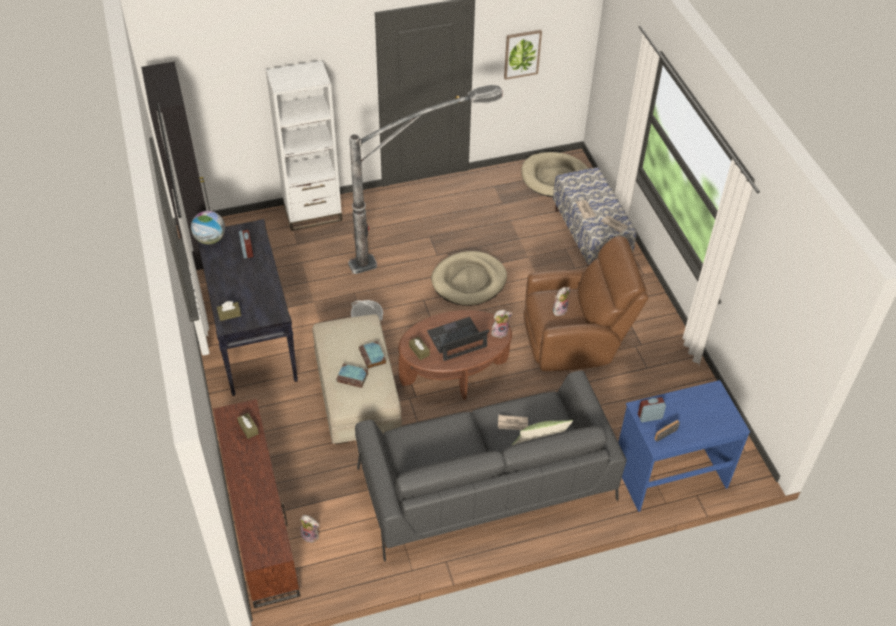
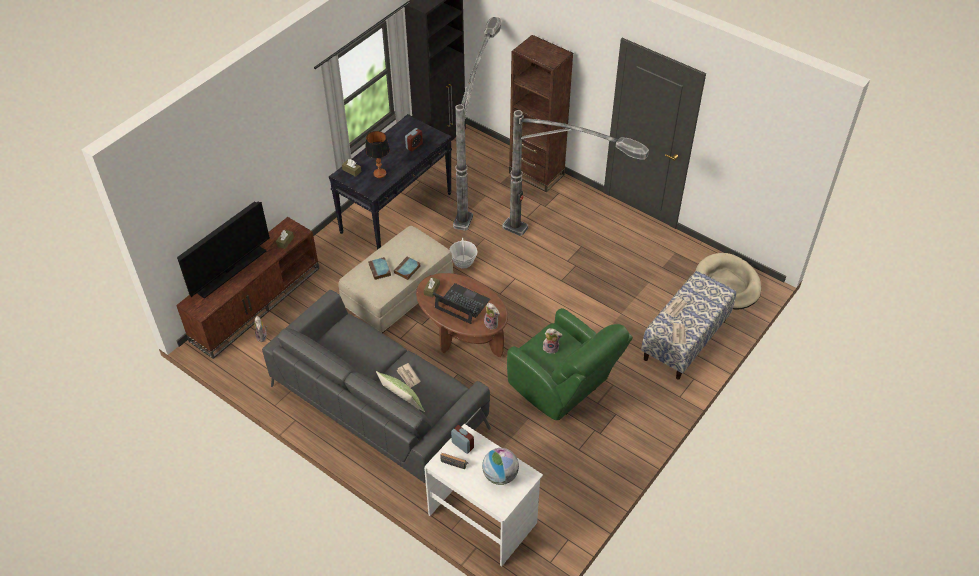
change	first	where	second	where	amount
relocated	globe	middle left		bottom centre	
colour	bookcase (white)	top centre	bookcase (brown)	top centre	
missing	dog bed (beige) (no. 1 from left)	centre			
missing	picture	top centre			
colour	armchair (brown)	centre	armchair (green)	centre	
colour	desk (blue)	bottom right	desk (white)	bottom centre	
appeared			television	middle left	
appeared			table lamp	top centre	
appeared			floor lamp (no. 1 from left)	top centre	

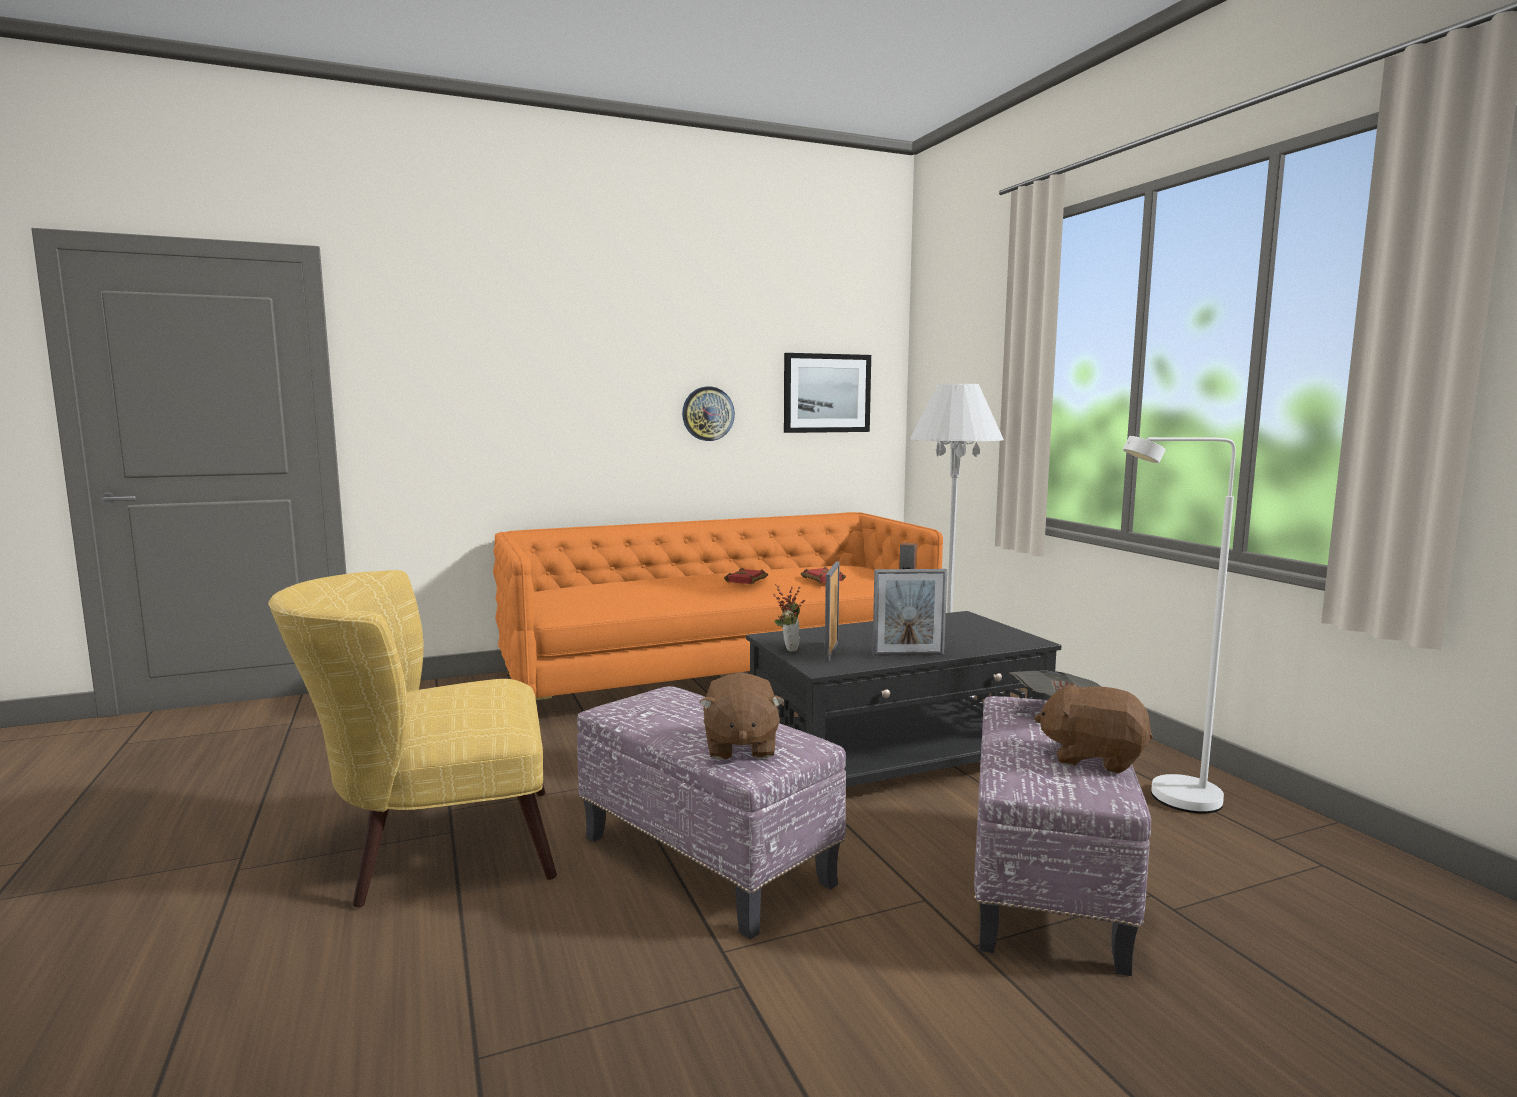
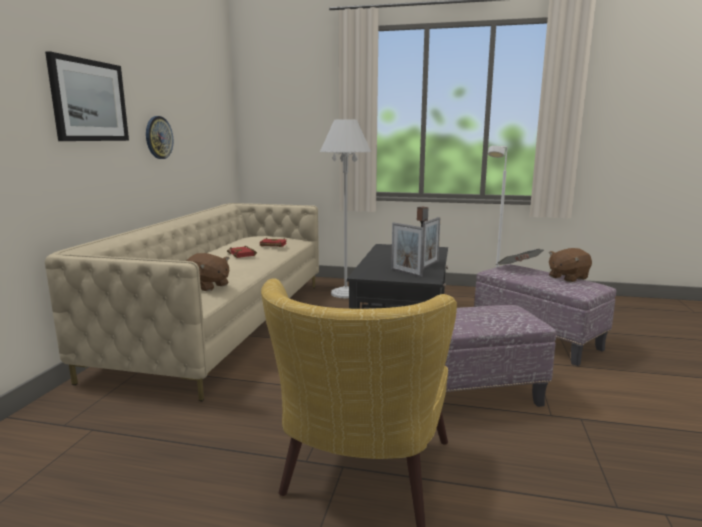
change	first	where	second	where	amount
colour	sofa (orange)	centre	sofa (beige)	middle left	
relocated	plush toy (brown) (no. 1 from left)	centre		middle left	
missing	potted plant	centre			
relocated	picture	centre		top left	

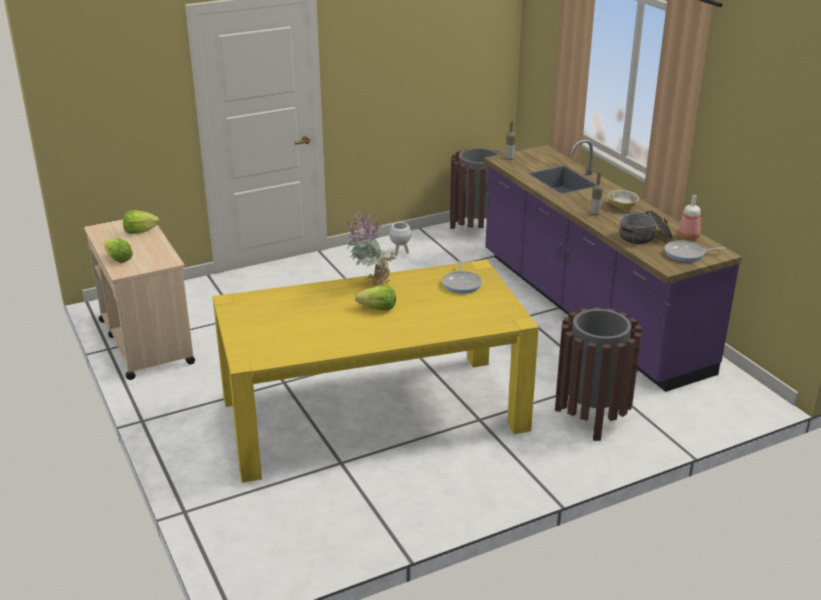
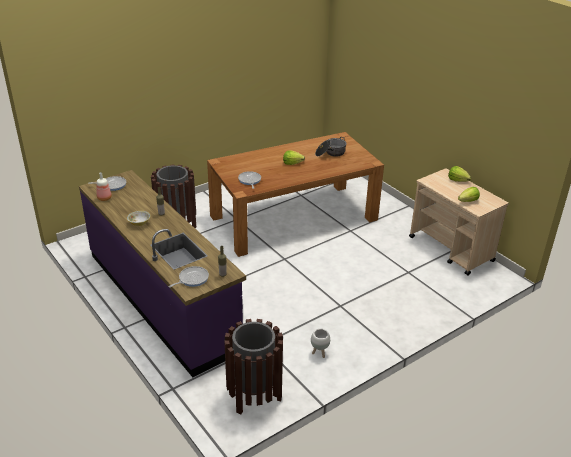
change	first	where	second	where	amount
colour	dining table (yellow)	centre	dining table (brown)	centre	
missing	potted plant	centre			
relocated	cooking pot	middle right		top centre	
appeared			frying pan (no. 2 from left)	middle left	

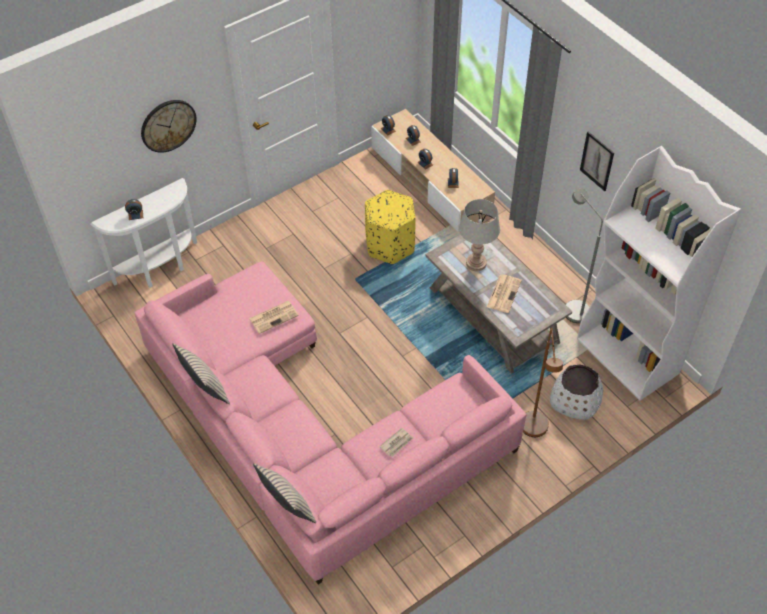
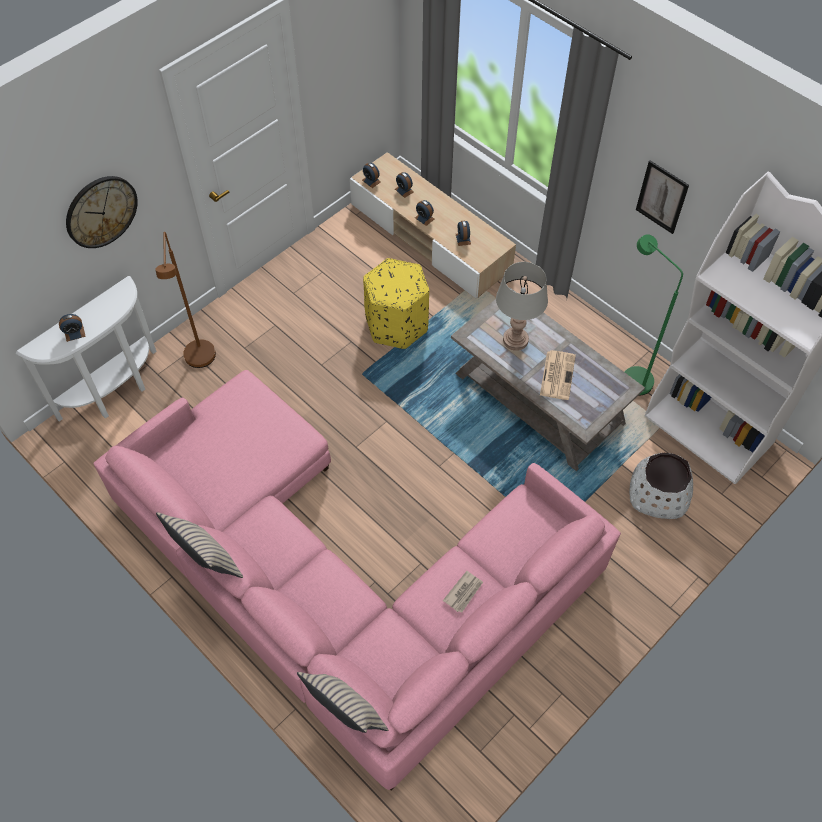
change	first	where	second	where	amount
missing	newspaper (no. 1 from left)	centre			
relocated	floor lamp (brown)	middle right		middle left	
colour	floor lamp (grey)	middle right	floor lamp (green)	middle right	

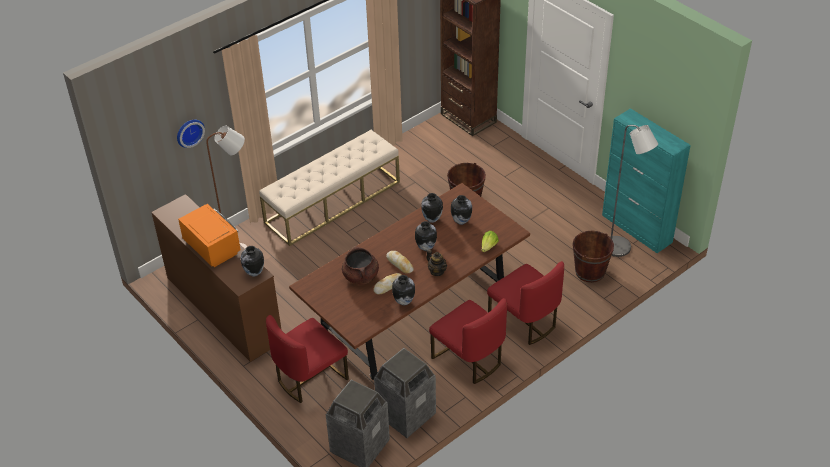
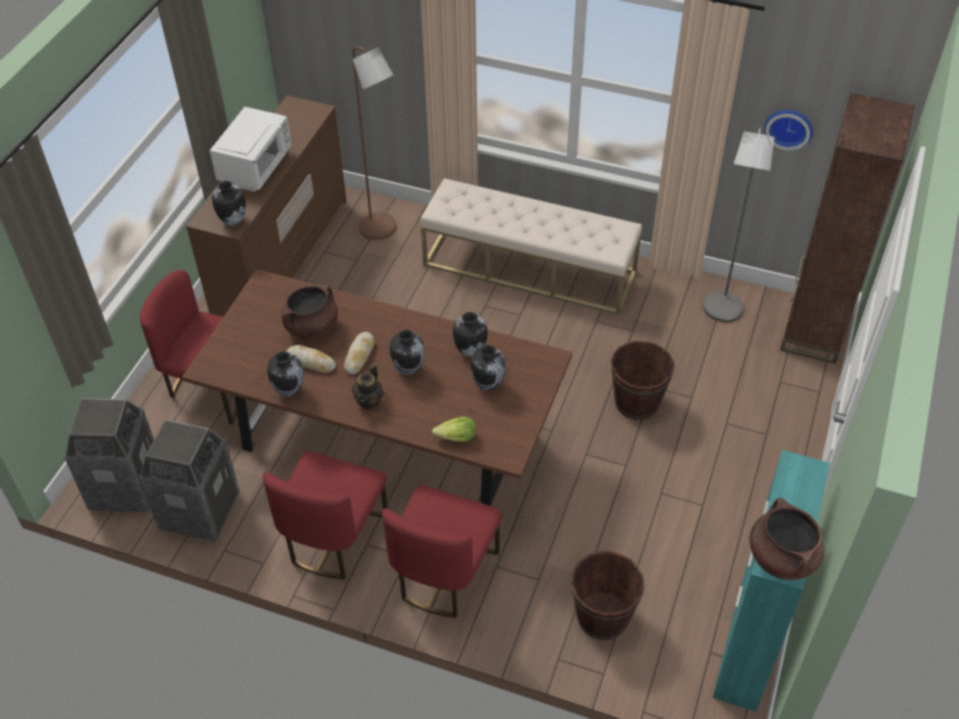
change	first	where	second	where	amount
relocated	wall clock	top left		top right	
colour	microwave (orange)	middle left	microwave (white)	top left	
relocated	floor lamp (grey)	middle right		top right	
appeared			cooking pot (brown) (no. 2 from left)	bottom right	

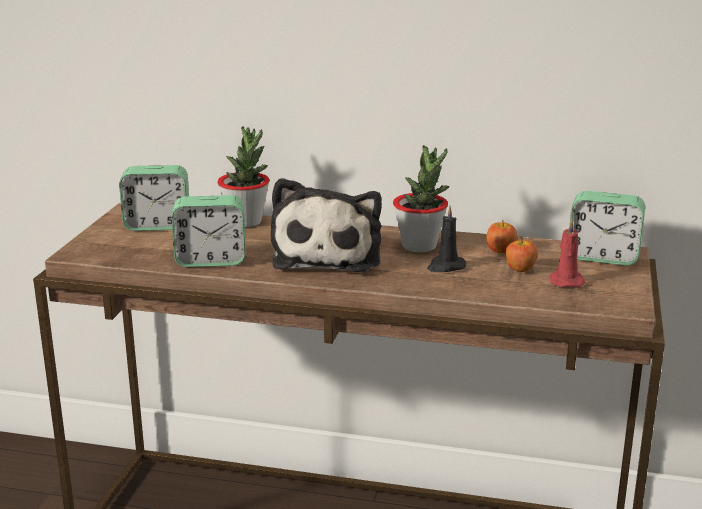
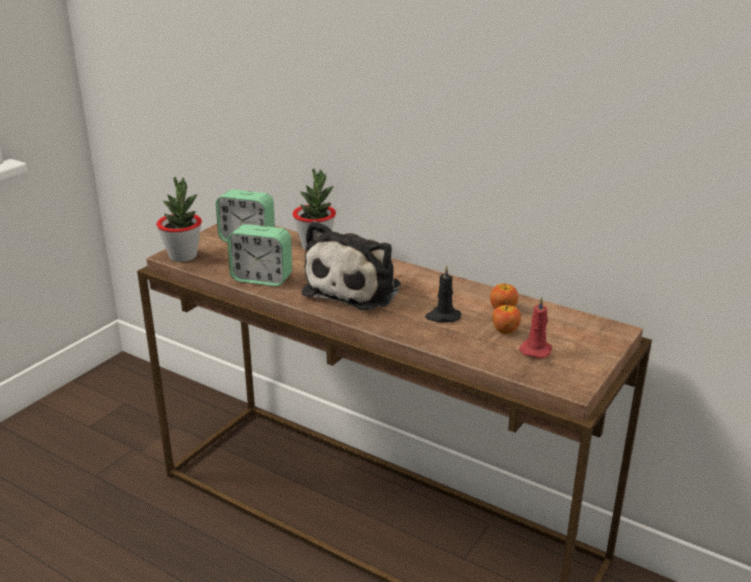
change	first	where	second	where	amount
relocated	potted plant (no. 2 from left in the first image)	centre	potted plant (no. 1 from left)	middle left	
missing	alarm clock (no. 3 from left)	middle right			

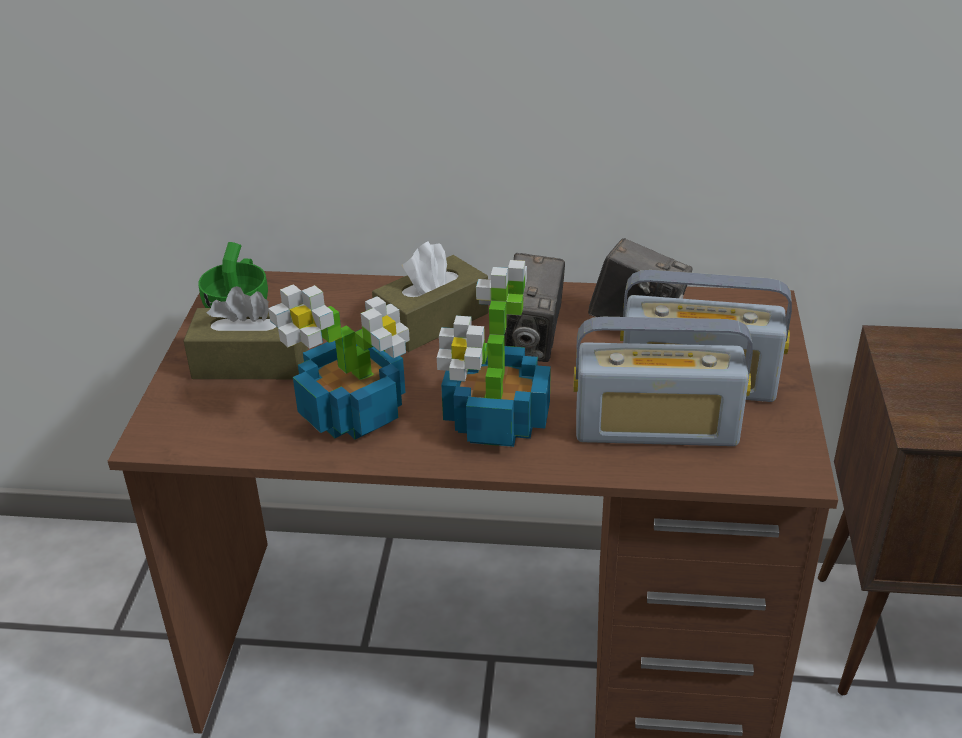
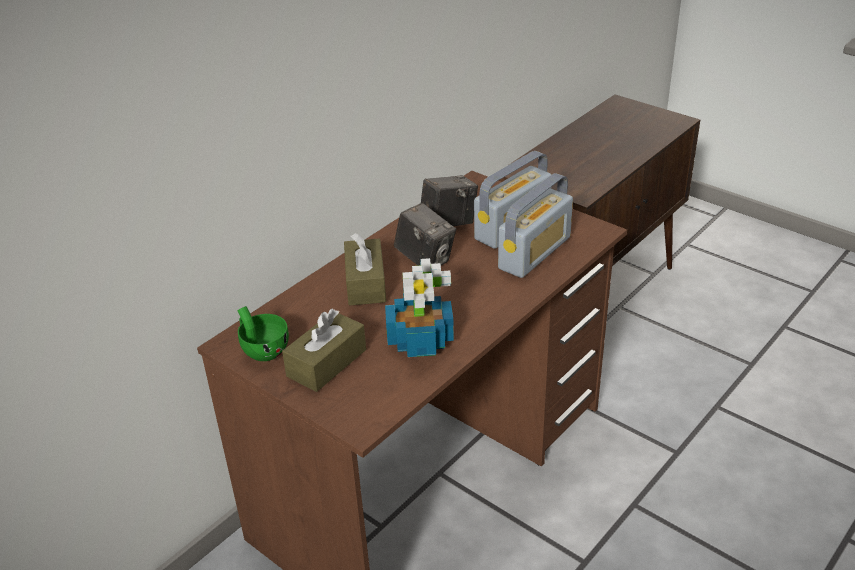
change	first	where	second	where	amount
missing	potted plant (no. 2 from left)	centre			

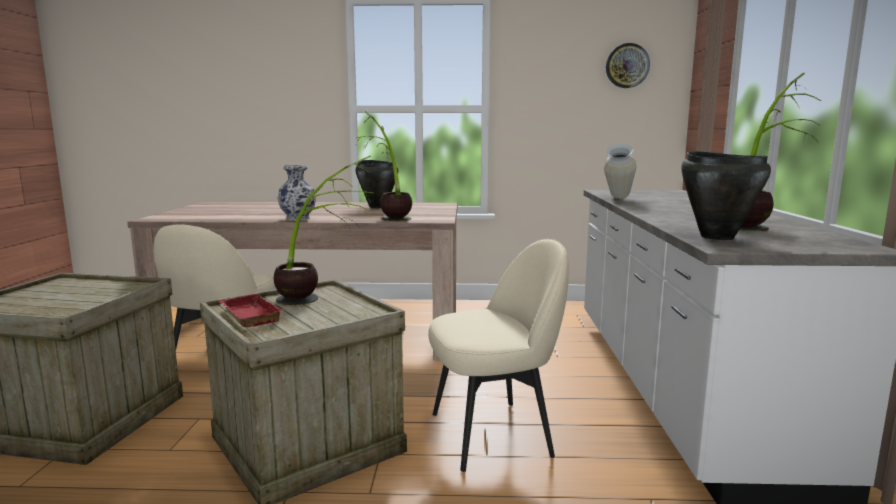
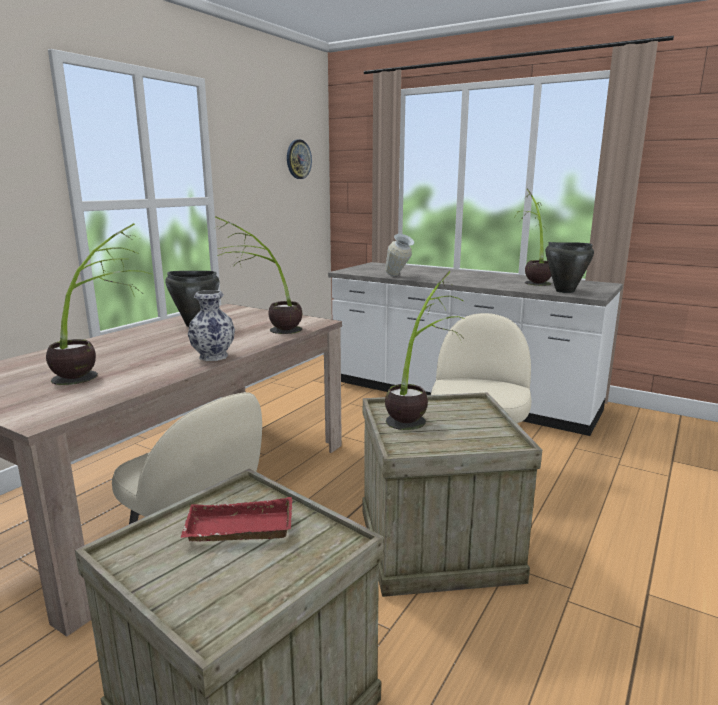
change	first	where	second	where	amount
relocated	tray (red)	middle left		bottom left	
appeared			potted plant (no. 1 from left)	middle left	

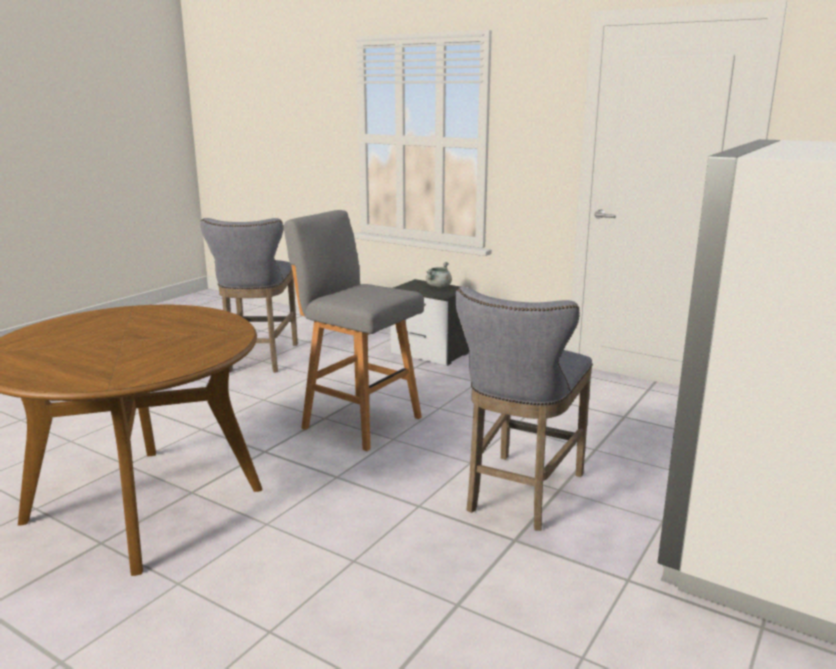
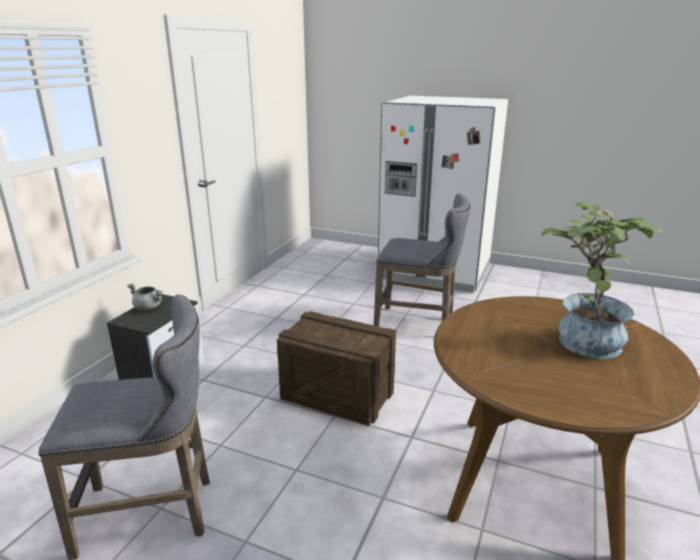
change	first	where	second	where	amount
exchanged	stool (grey) (no. 2 from left)	centre	crate	centre	
appeared			potted plant	middle right	

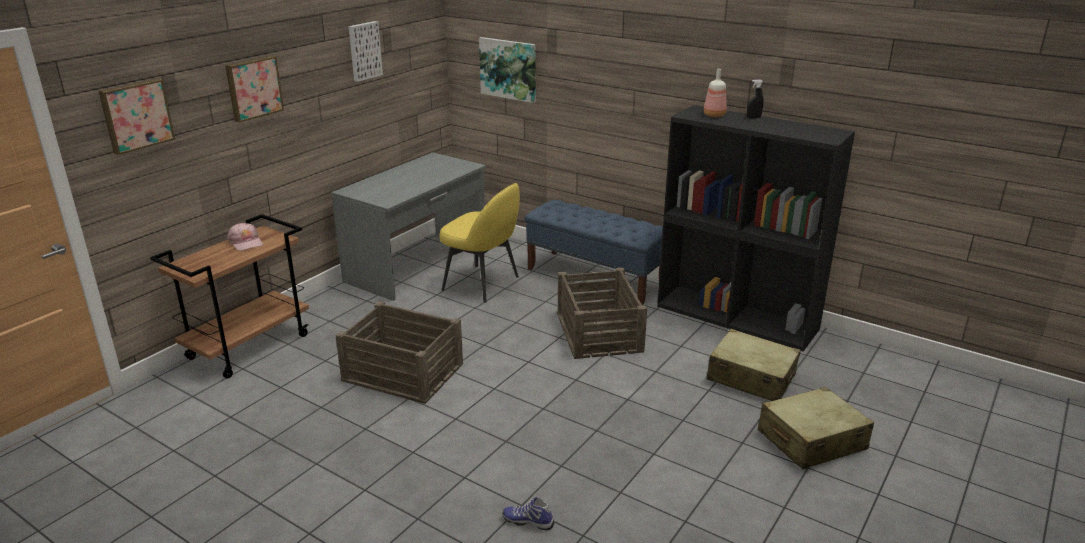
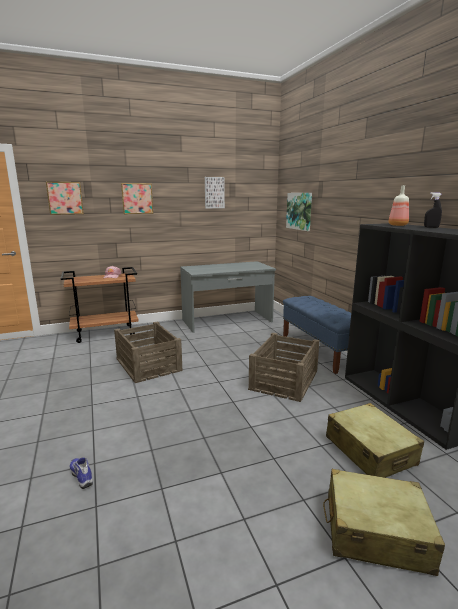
change	first	where	second	where	amount
missing	chair (yellow)	centre			

